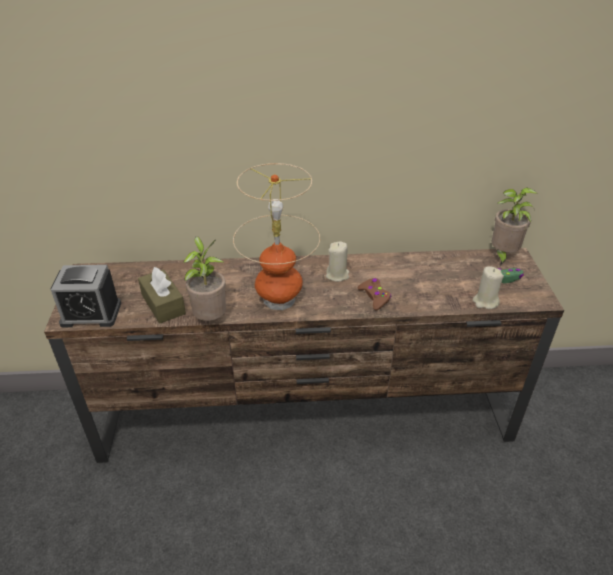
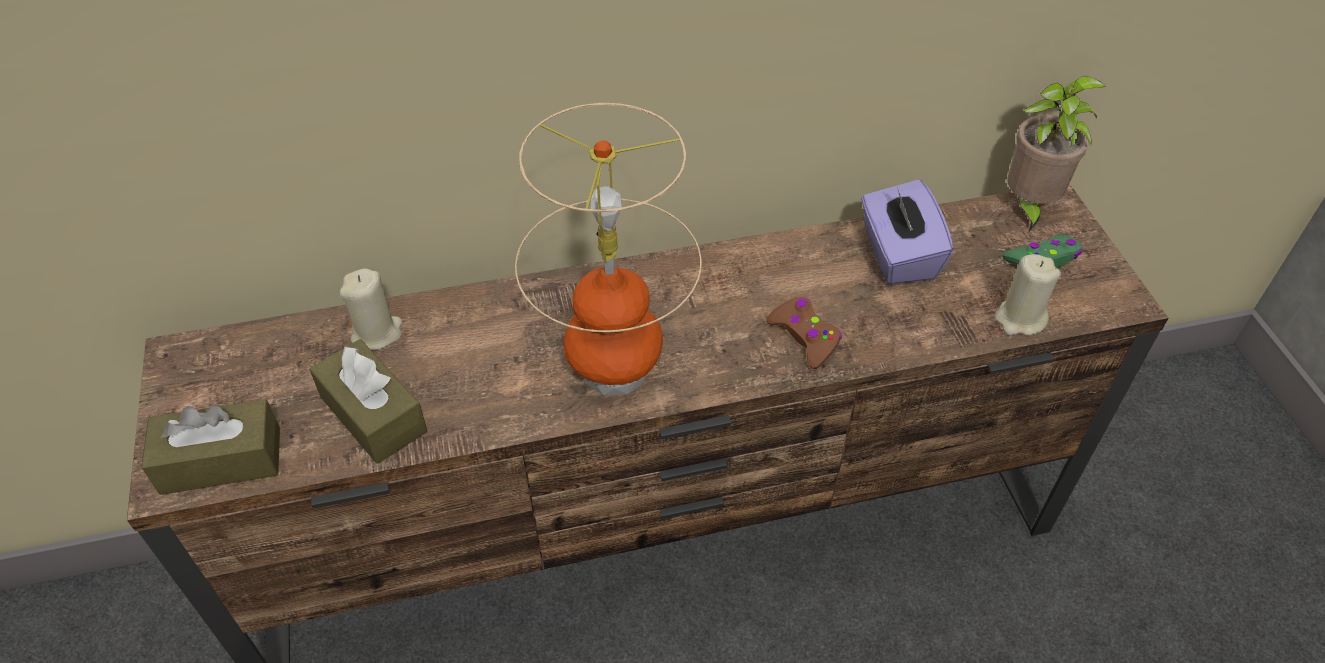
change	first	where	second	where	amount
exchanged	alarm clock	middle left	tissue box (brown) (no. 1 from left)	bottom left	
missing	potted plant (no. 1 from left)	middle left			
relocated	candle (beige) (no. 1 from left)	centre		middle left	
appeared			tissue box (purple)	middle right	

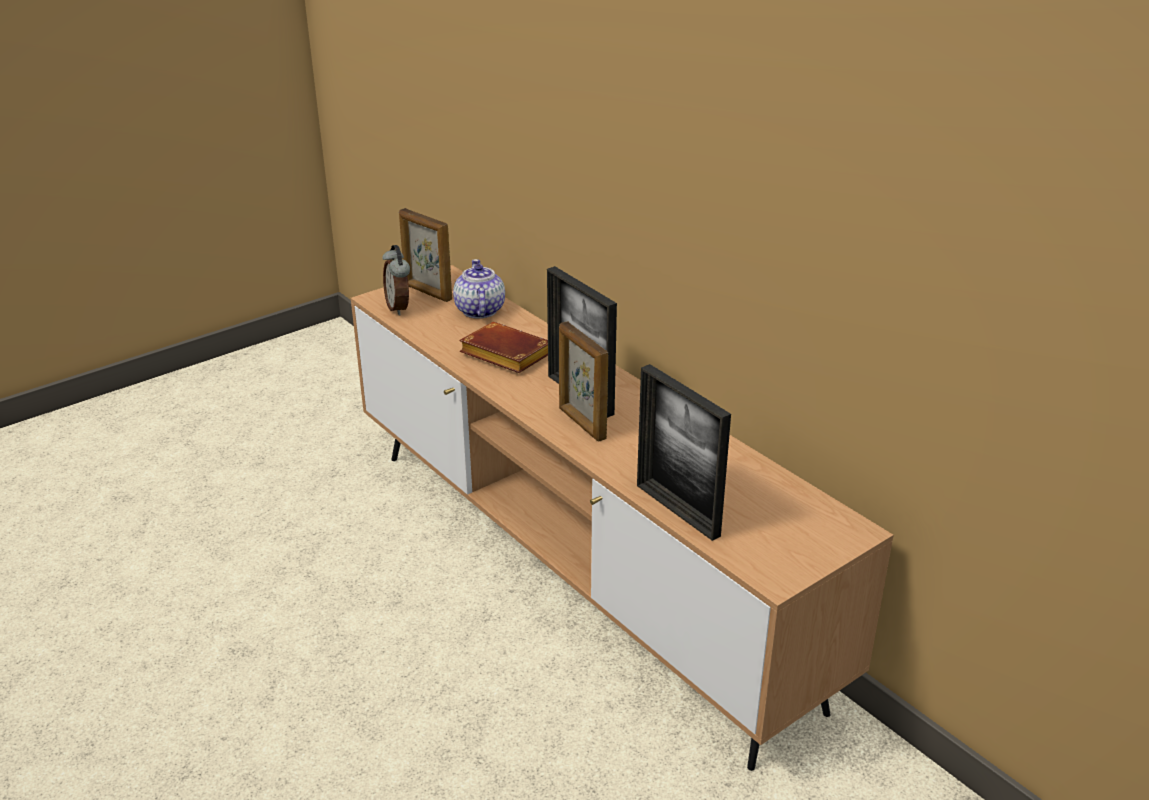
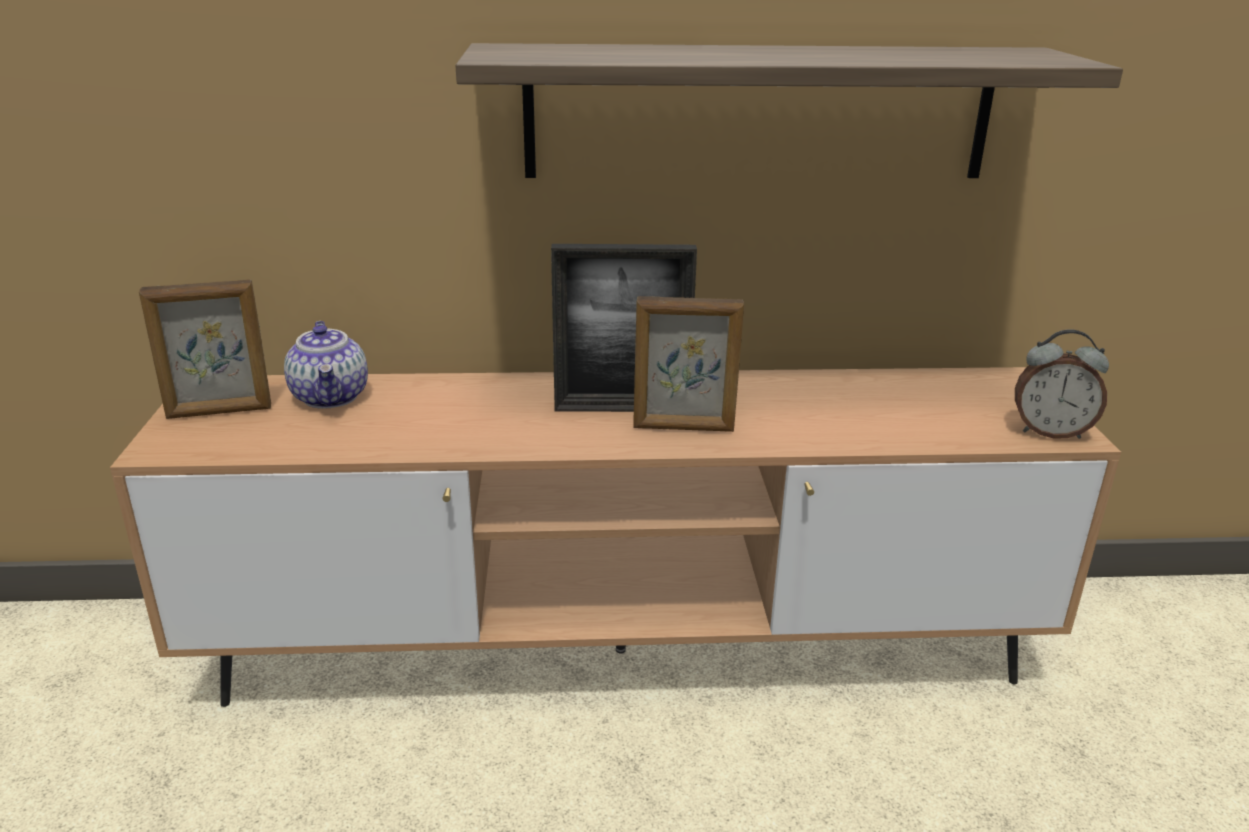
change	first	where	second	where	amount
relocated	alarm clock	centre		middle right	
spun	teapot	centre		middle left	135 degrees counterclockwise
missing	book (brown)	centre			
missing	picture frame (no. 4 from left)	centre			
appeared			shelf	top centre	

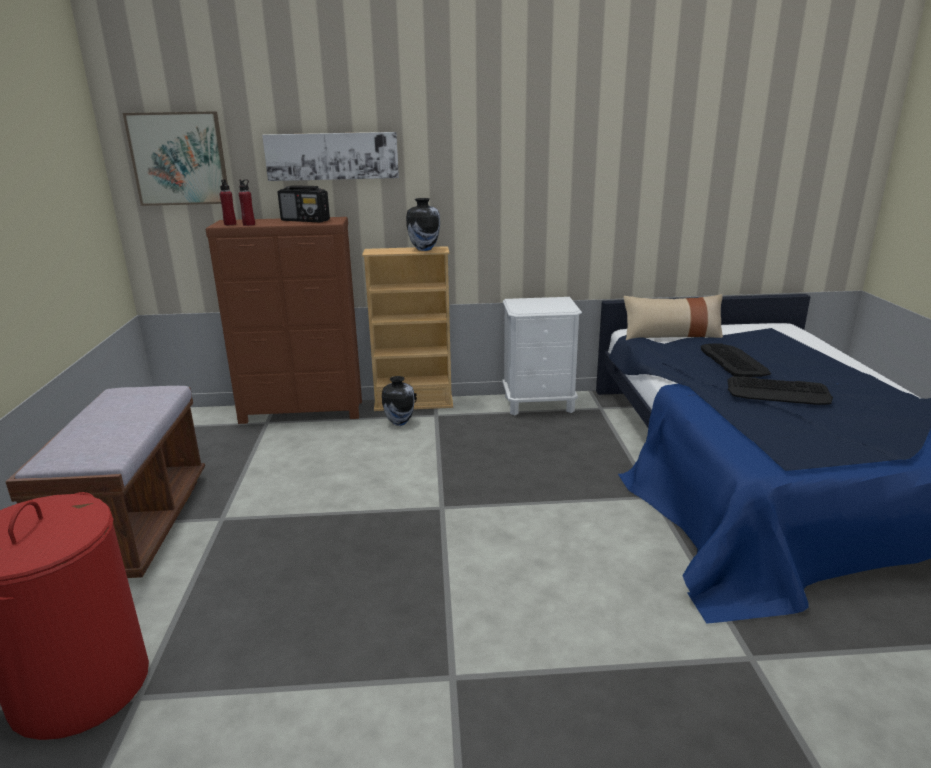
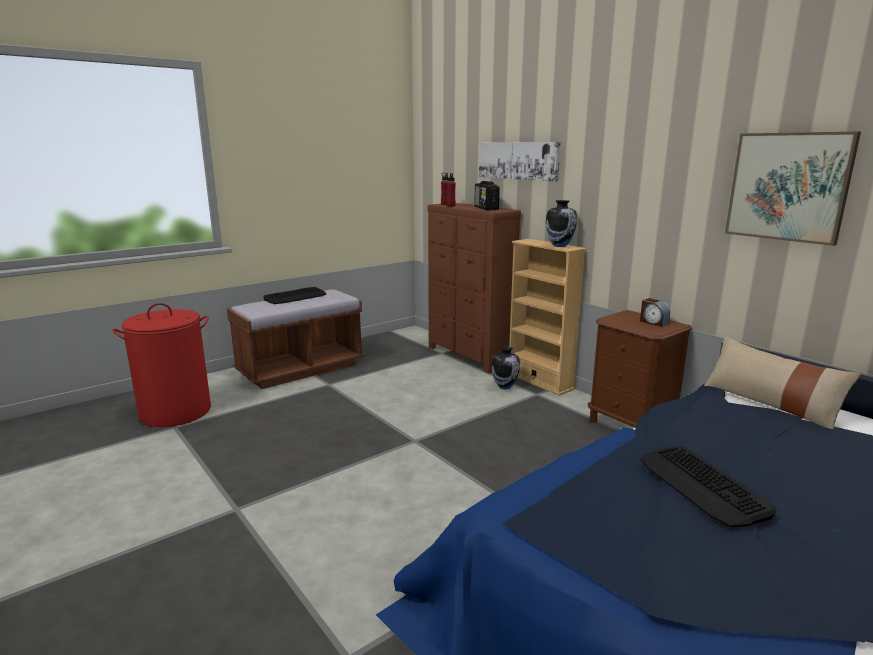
change	first	where	second	where	amount
relocated	picture (no. 1 from left in the first image)	top left	picture (no. 2 from left)	top right	
colour	nightstand (white)	centre	nightstand (brown)	middle right	
relocated	keyboard (no. 1 from left)	middle right		centre	
appeared			alarm clock	middle right	

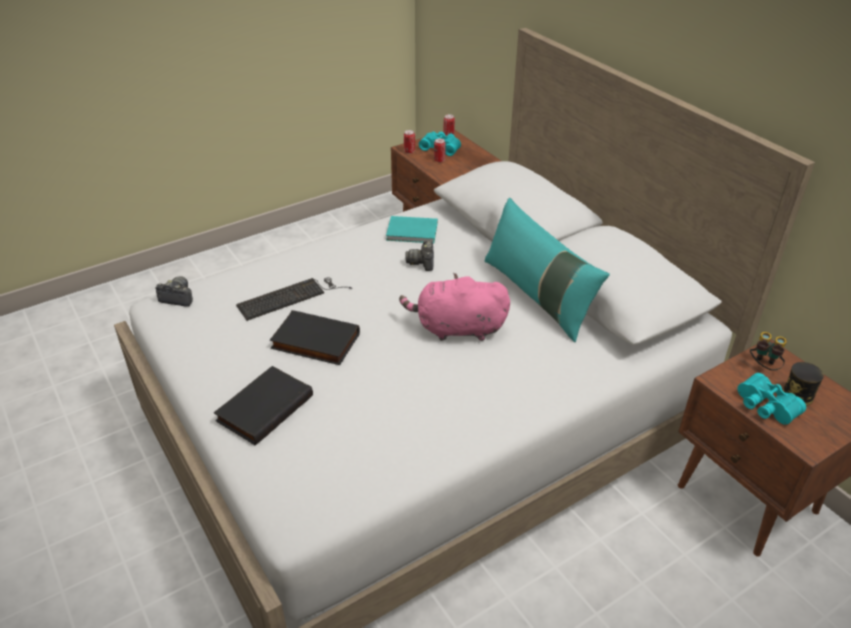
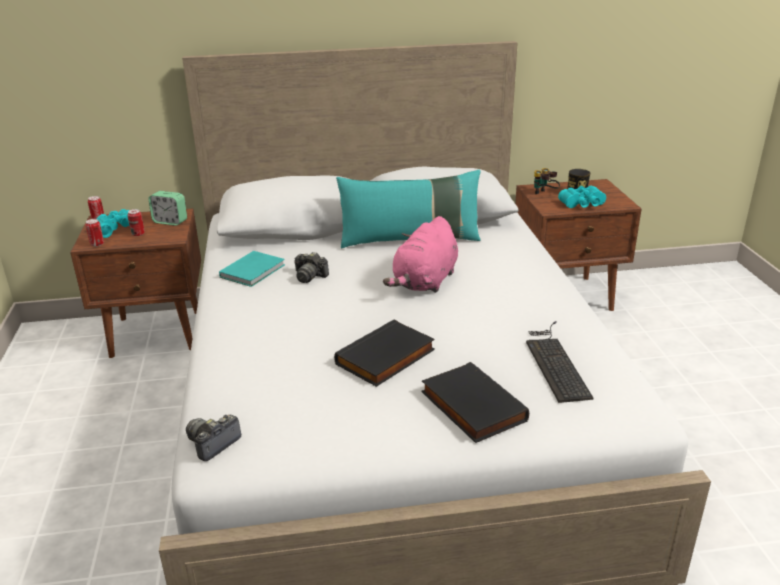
change	first	where	second	where	amount
relocated	keyboard	centre		middle right	
appeared			alarm clock	middle left	

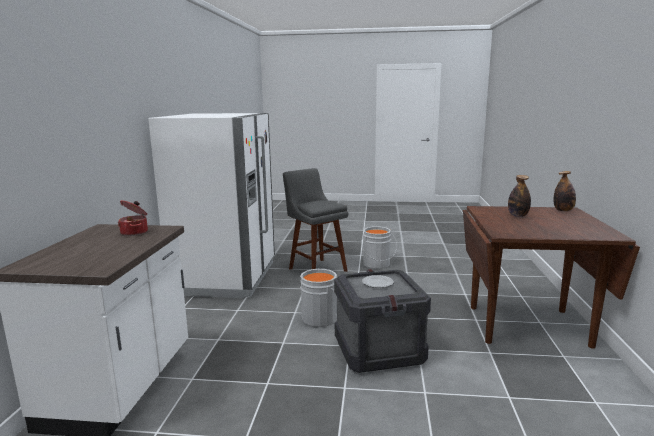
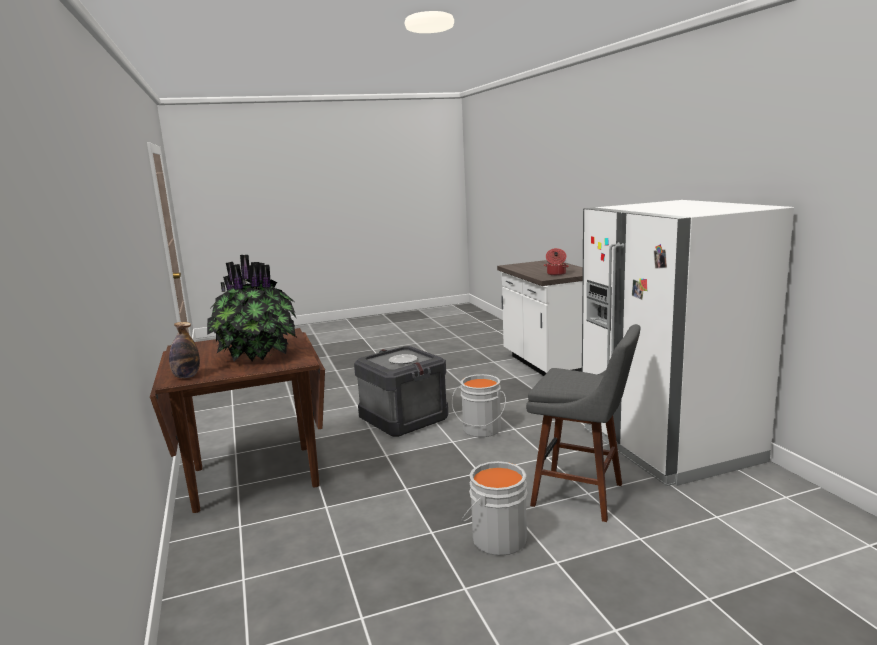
change	first	where	second	where	amount
exchanged	bottle (no. 1 from left)	middle right	potted plant	middle left	

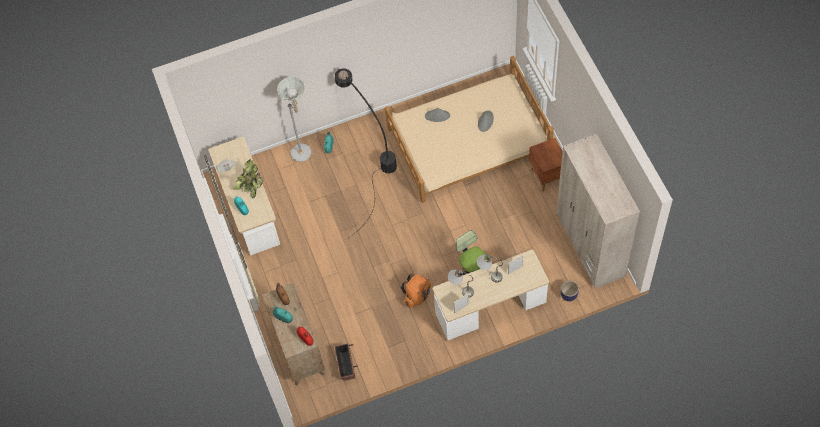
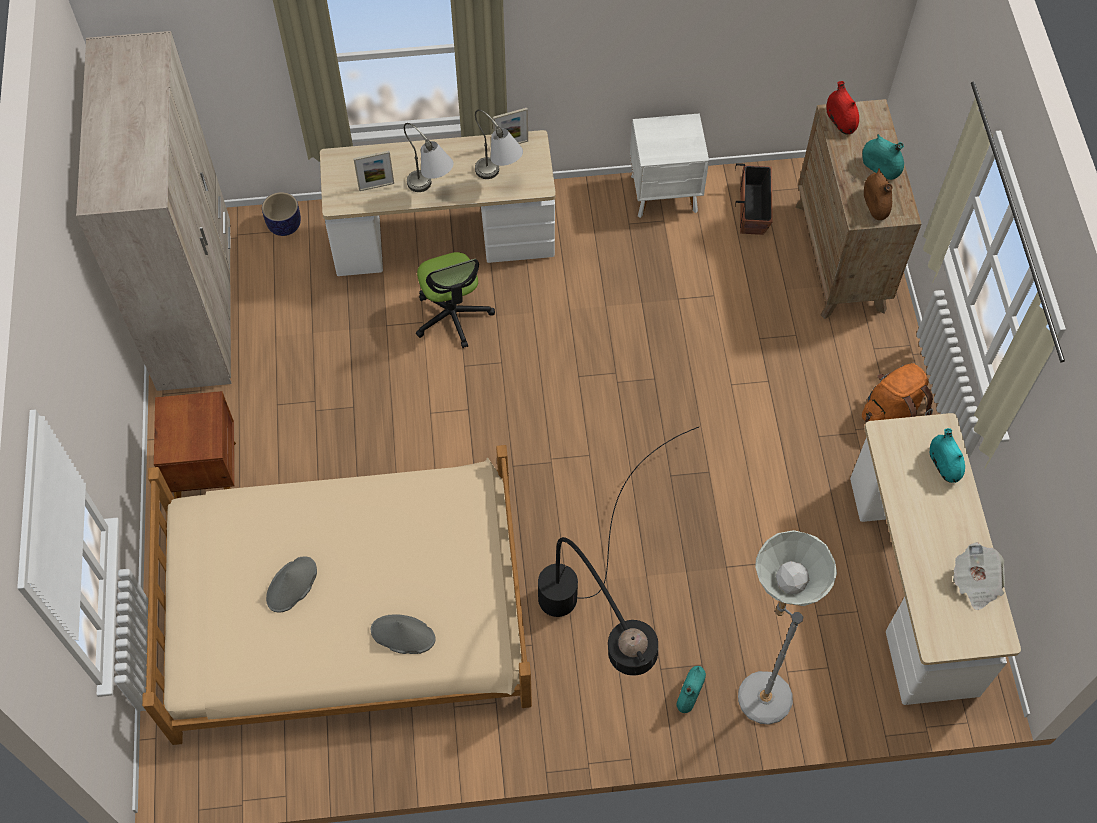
change	first	where	second	where	amount
missing	potted plant	middle left			
relocated	backpack (orange)	bottom centre		middle right	
appeared			nightstand (white)	top centre	

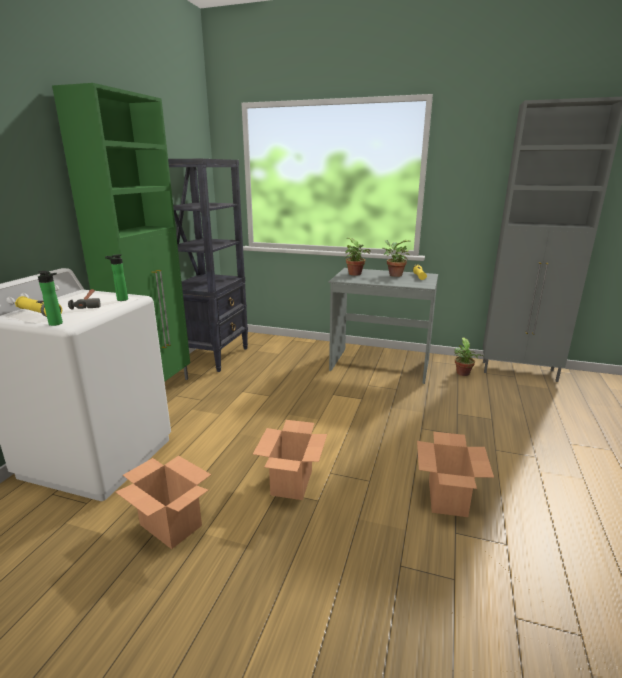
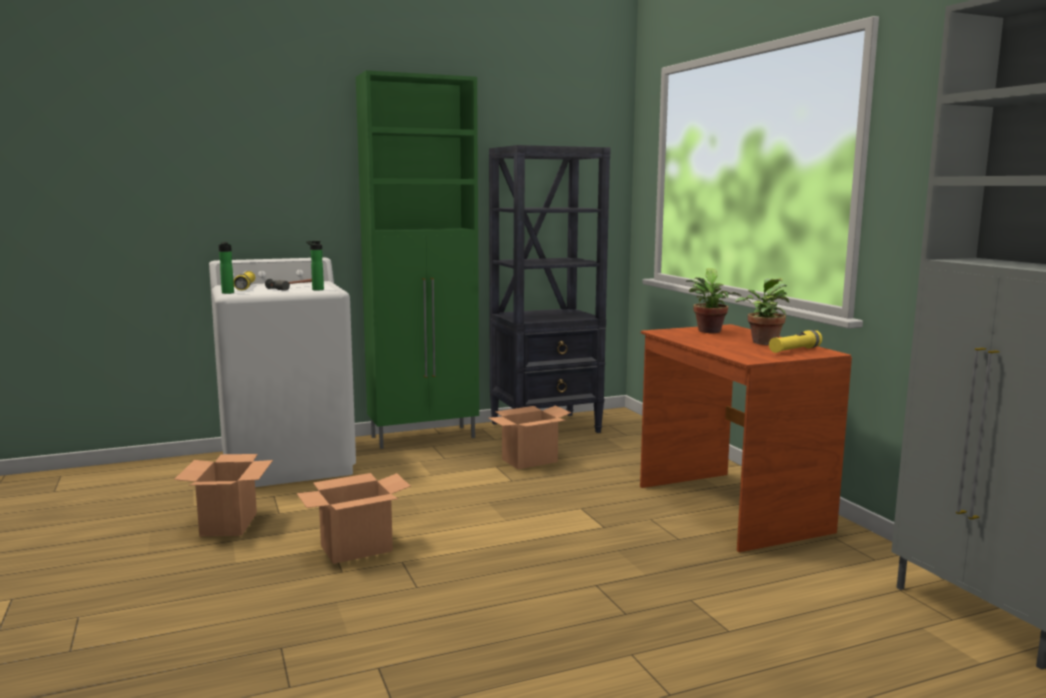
change	first	where	second	where	amount
colour	desk (grey)	centre	desk (brown)	middle right	
relocated	cardboard box (no. 3 from left)	bottom right		centre	
missing	potted plant (no. 3 from left)	middle right			

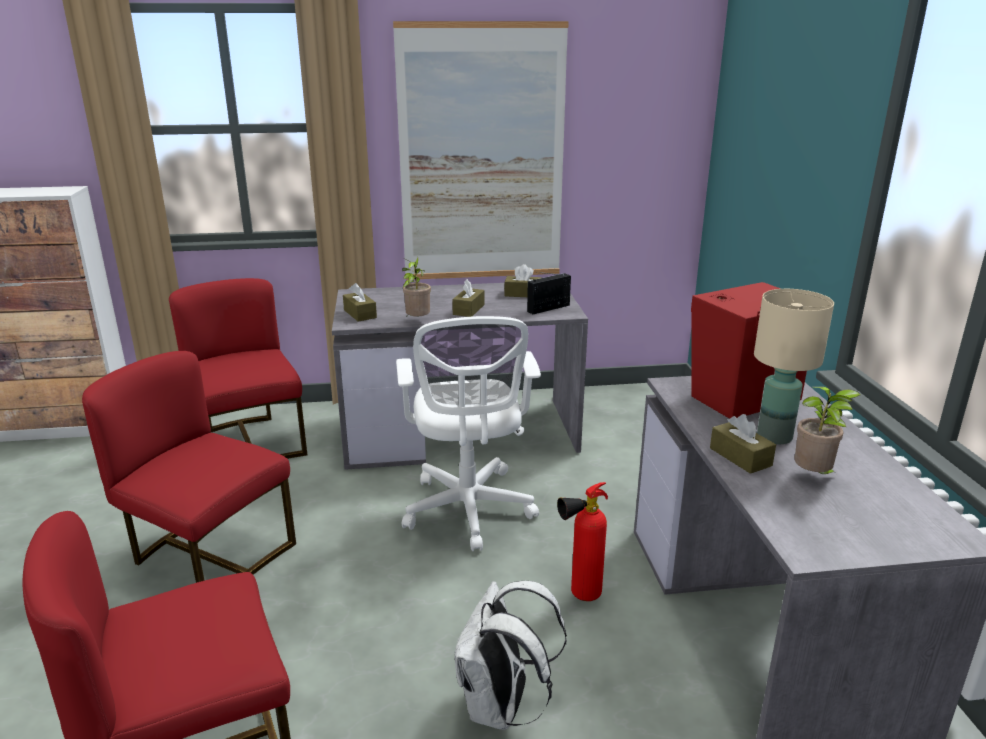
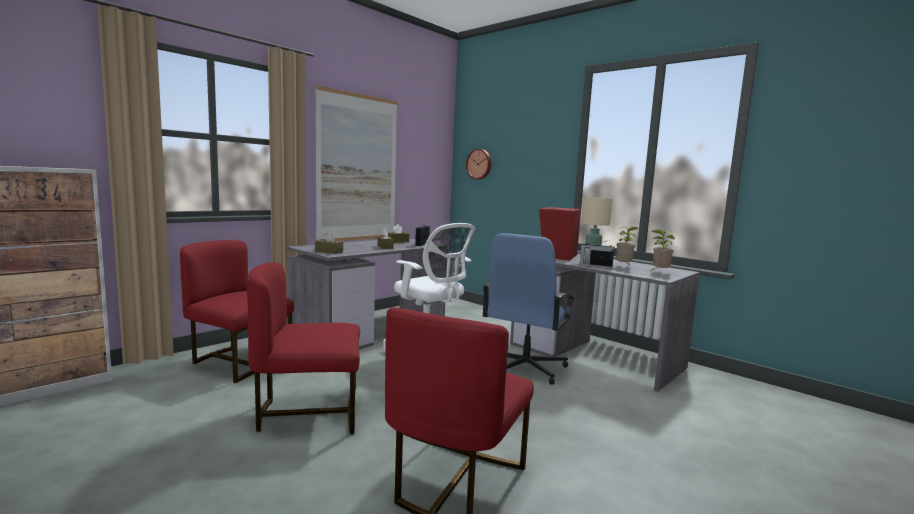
change	first	where	second	where	amount
relocated	potted plant (no. 1 from left in the first image)	centre	potted plant (no. 2 from left)	middle right	
missing	backpack (white)	bottom centre			
exchanged	fire extinguisher	bottom centre	office chair (blue)	centre	
exchanged	tissue box (brown) (no. 4 from left)	middle right	radio (no. 2 from left)	centre	
appeared			wall clock	top centre	

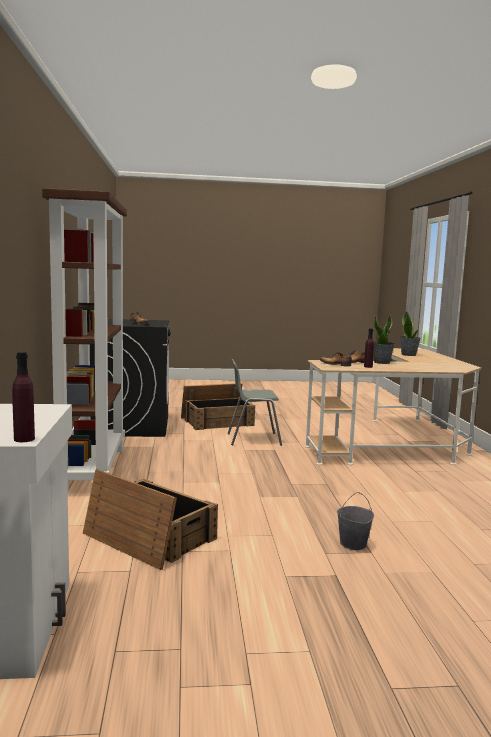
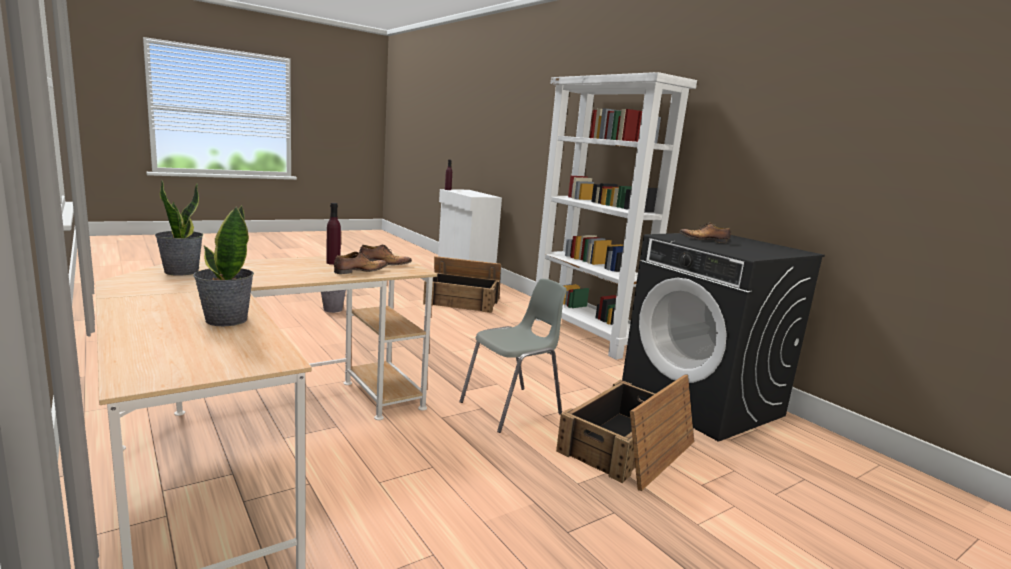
change	first	where	second	where	amount
colour	bookcase (brown)	middle left	bookcase (white)	centre	
relocated	potted plant (no. 1 from left)	middle right		middle left	

